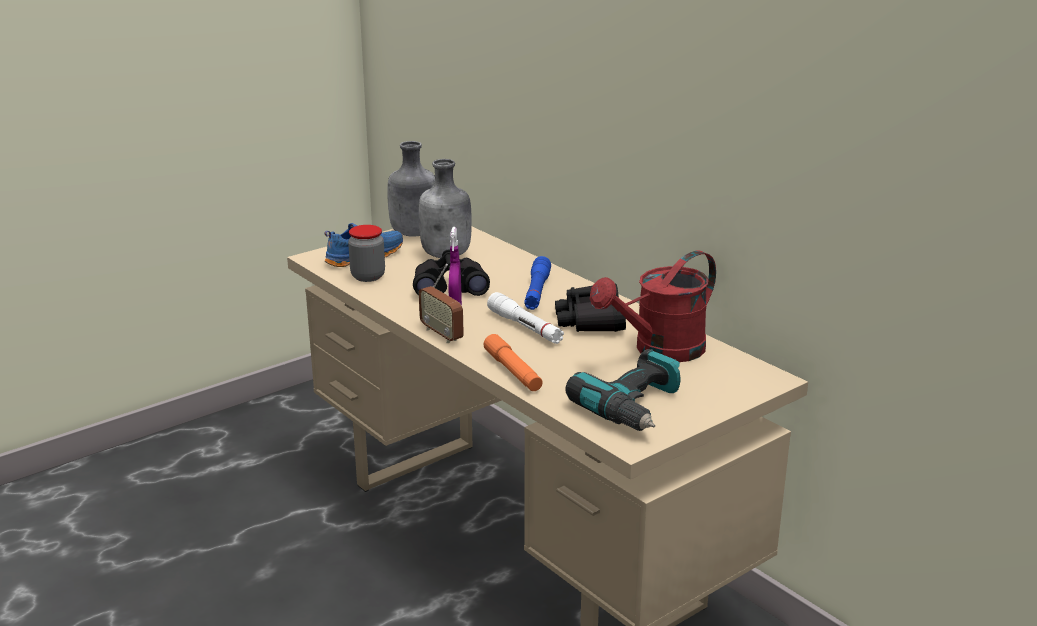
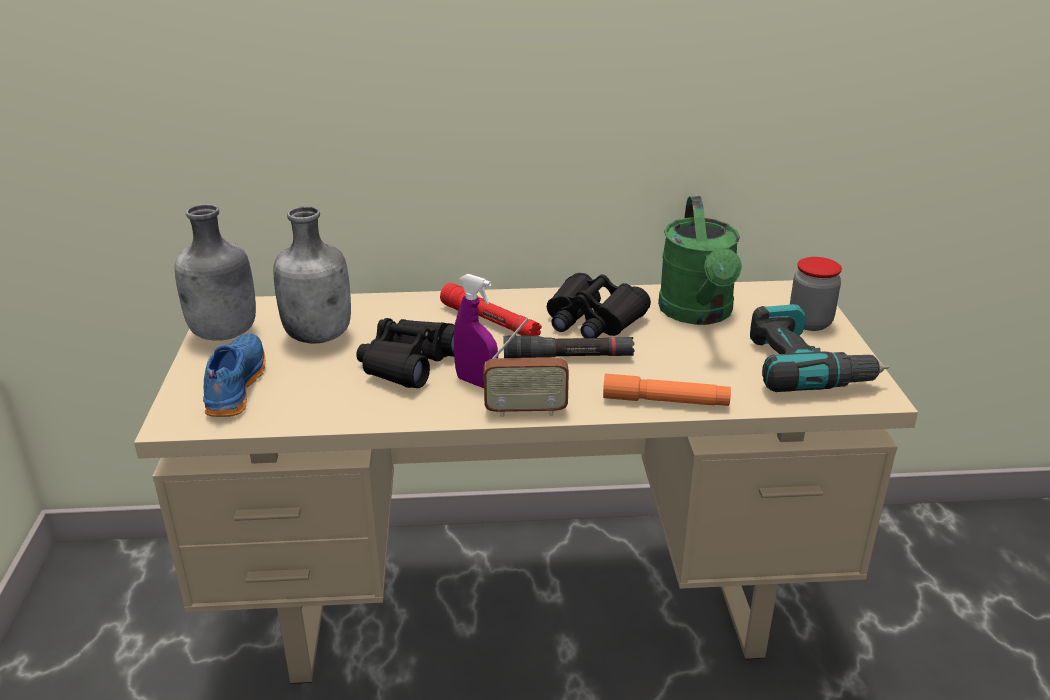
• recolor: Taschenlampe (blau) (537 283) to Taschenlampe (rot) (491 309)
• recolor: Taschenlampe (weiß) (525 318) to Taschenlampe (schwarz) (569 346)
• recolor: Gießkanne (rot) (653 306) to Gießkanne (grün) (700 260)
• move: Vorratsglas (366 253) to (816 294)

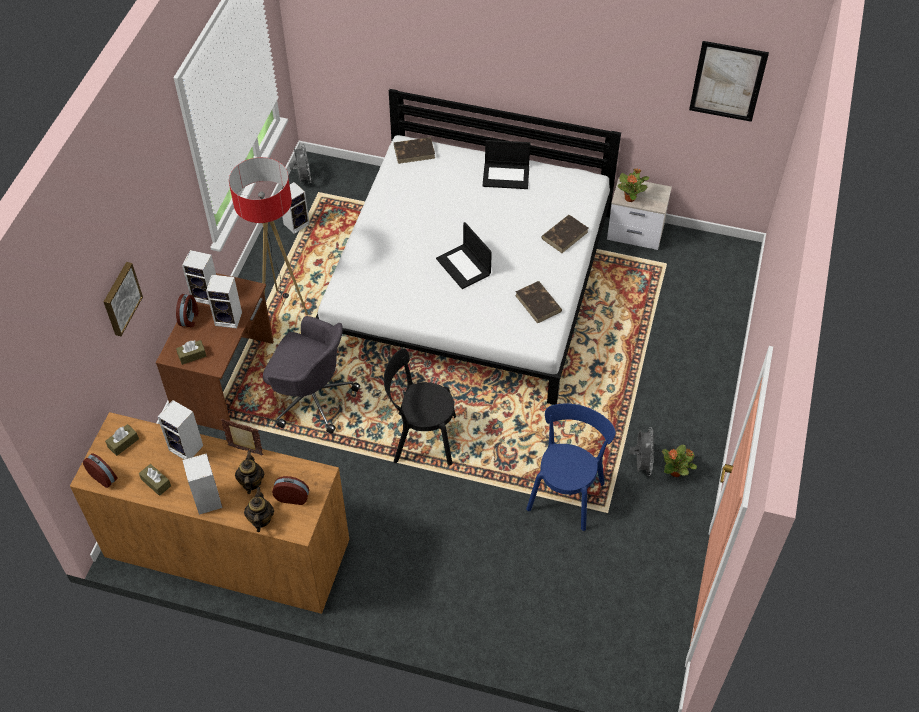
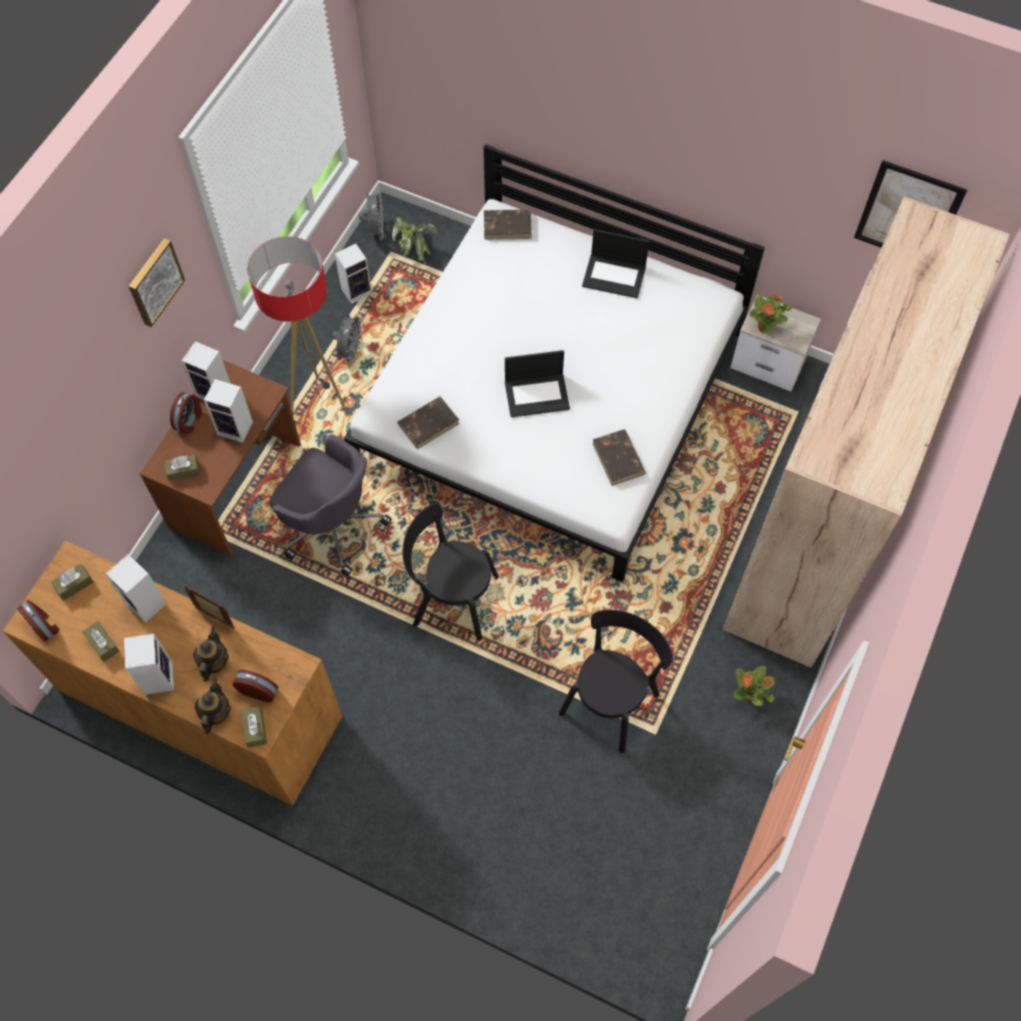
• move: Bild (123 299) to (157 282)
• insert: Taschentuchbox (braun) (254 727)
• move: Ventilator (grau) (641 451) to (348 339)
• insert: Topfpflanze (415 240)
• move: Buch (braun) (564 234) to (428 422)
• rotate: Laptop (464 255) = (537 383) 75 degrees counterclockwise
• recolor: Stuhl (blau) (571 467) to Stuhl (schwarz) (616 681)
• insert: Kleiderschrank (beige) (866 432)

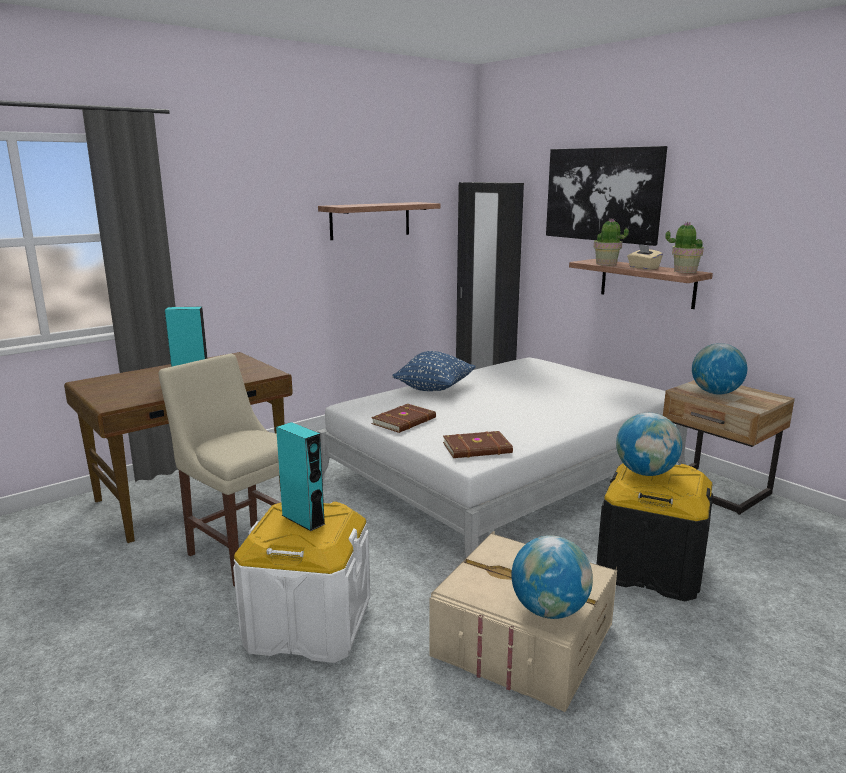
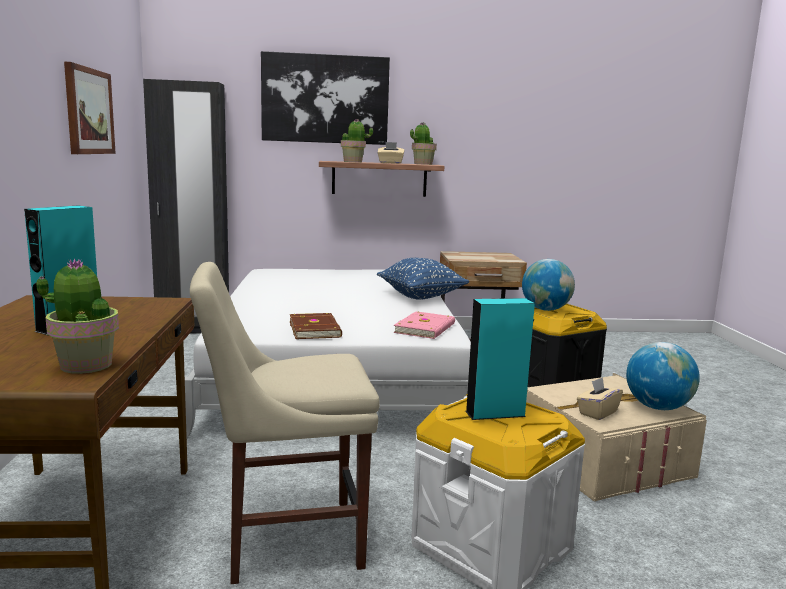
• insert: Topfpflanze (77 316)
• replace: Wandregal (379 221) to Bild (90 108)
• move: Kissen (blau) (434 371) to (423 279)
• recolor: Buch (braun) (478 444) to Buch (rosa) (424 325)
• insert: Taschentuchbox (beige) (600 398)
• delete: Globus (719 369)

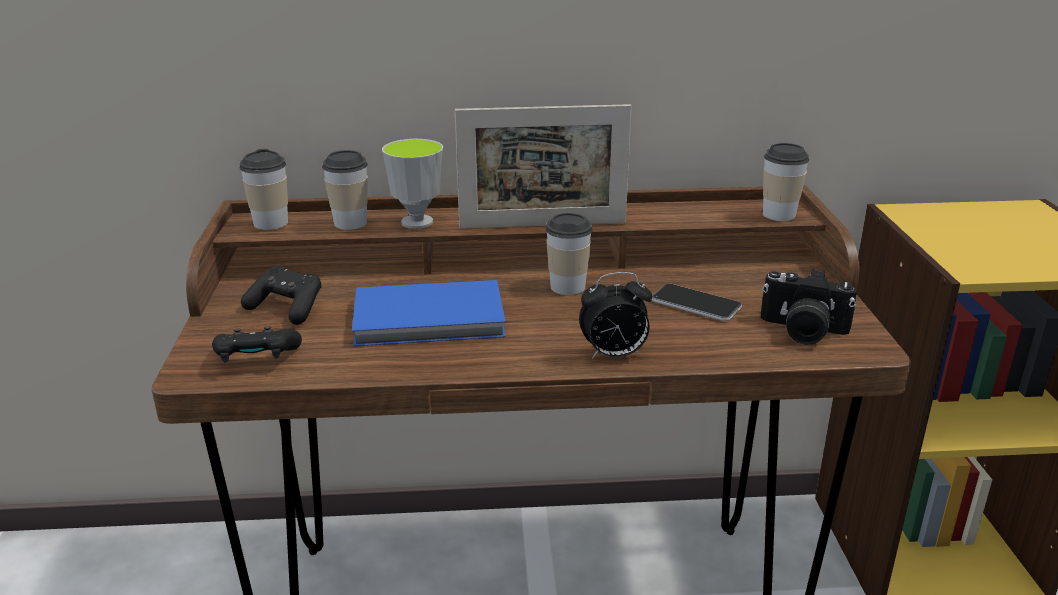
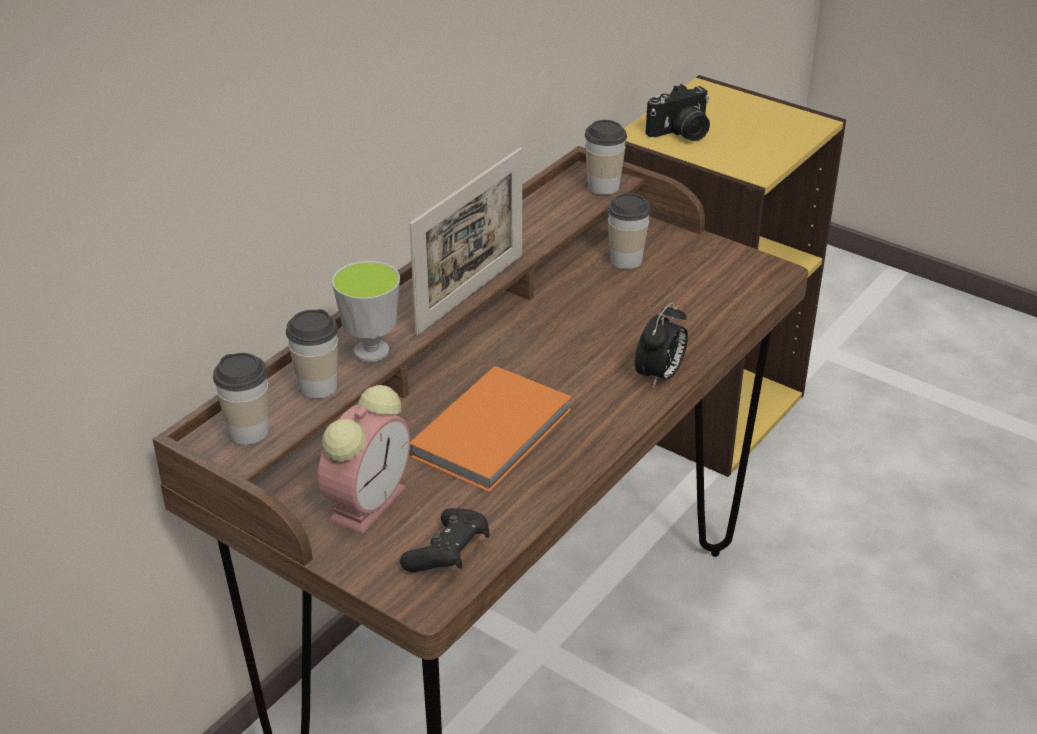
• replace: Gamepad (schwarz) (281 295) to Wecker (364 459)
• recolor: Buch (blau) (429 313) to Buch (orange) (490 429)
• move: Tasse (569 254) to (629 231)
• move: Kamera (809 307) to (678 112)
• delete: Handy (697 303)

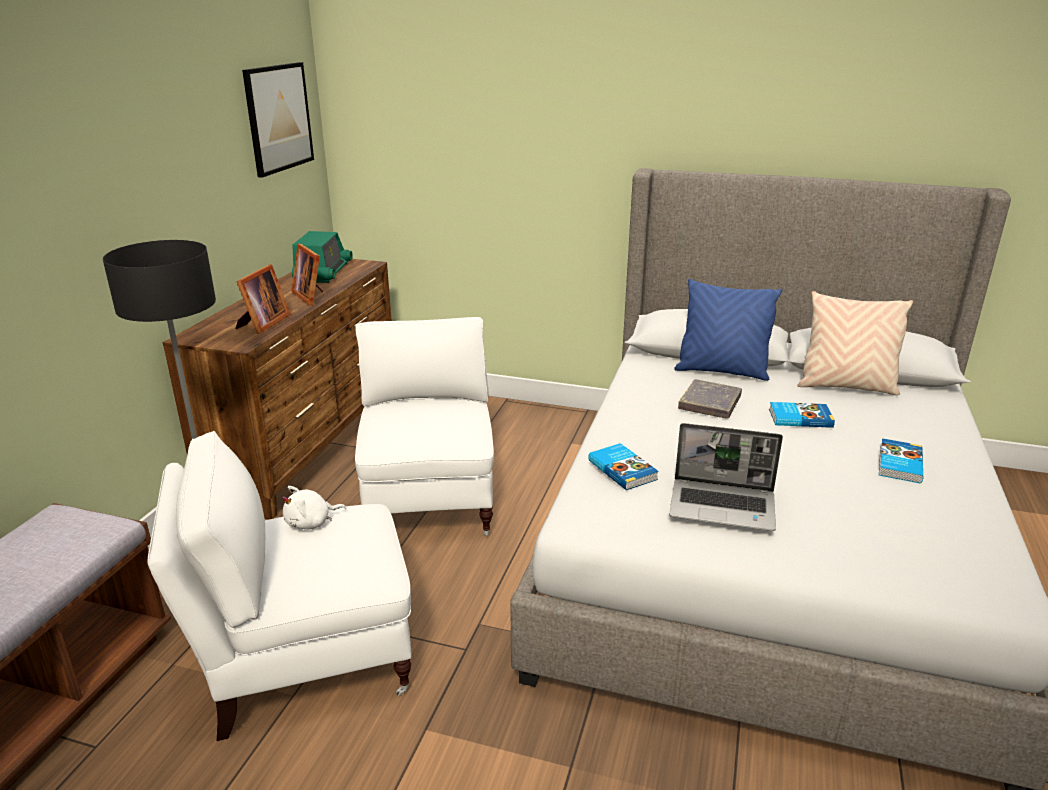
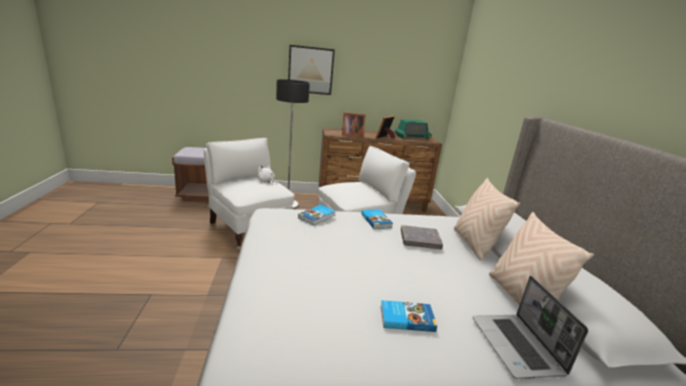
• move: Bild (278 120) to (311 70)
• move: Buch (802 415) to (377 219)
• recolor: Kissen (blau) (728 330) to Kissen (beige) (487 219)
• move: Laptop (726 477) to (530 327)

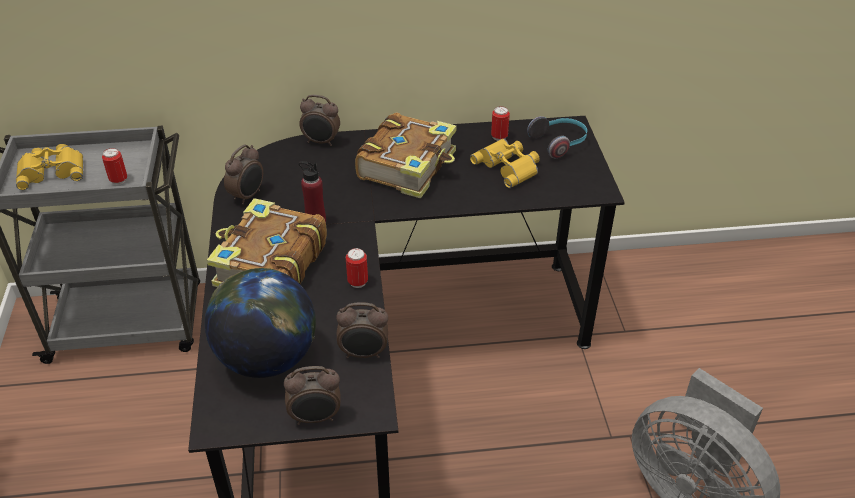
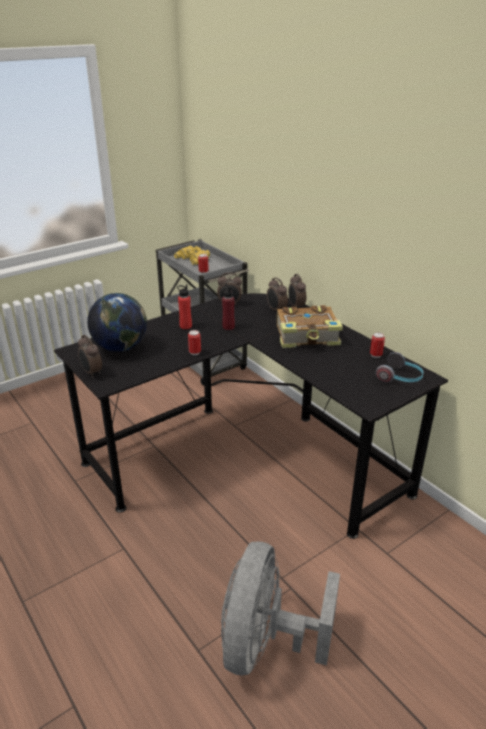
• replace: Buch (267 242) to Flasche (rot) (184 306)
• move: Wecker (362 330) to (277 294)
• delete: Fernglas (gelb) (505 163)

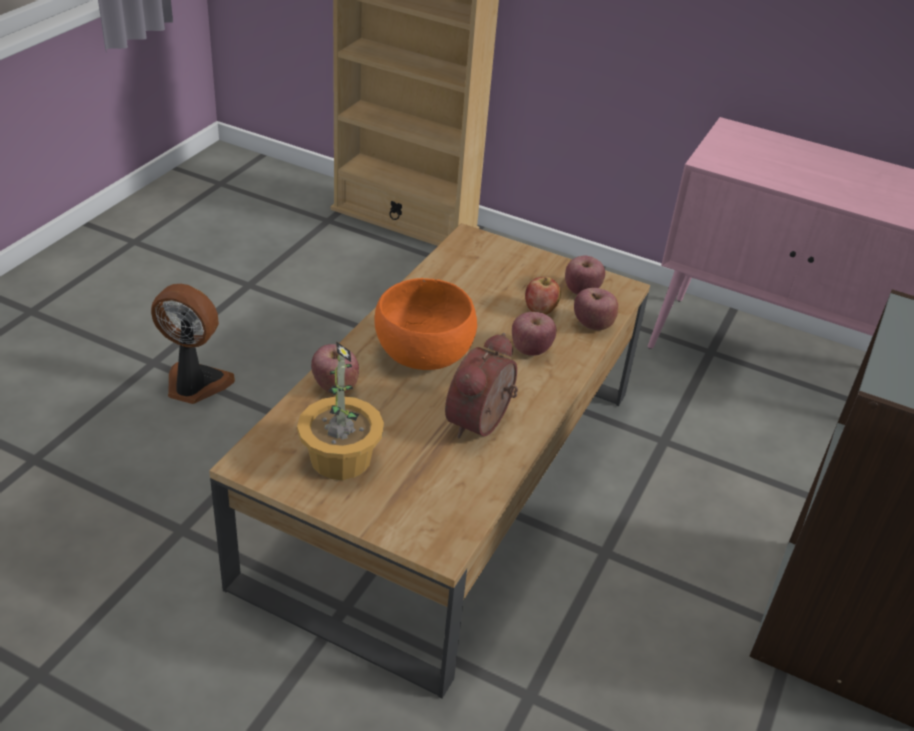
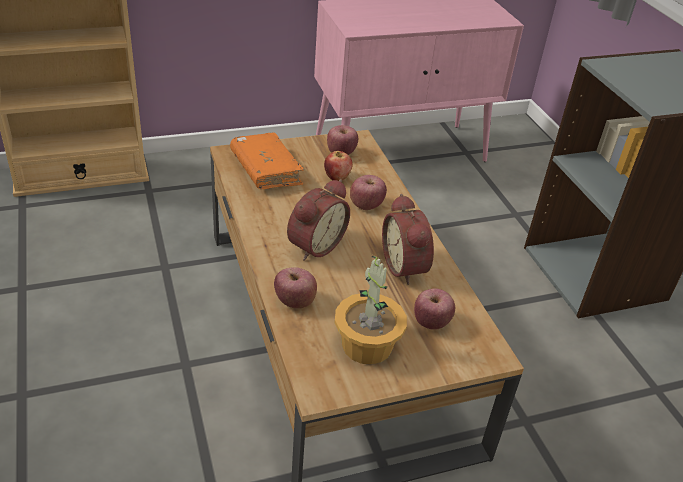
• insert: Buch (orange) (267 160)
• replace: Schüssel (orange) (426 324) to Wecker (318 220)
• move: Apfel (596 309) to (434 309)
• delete: Ventilator (193 344)

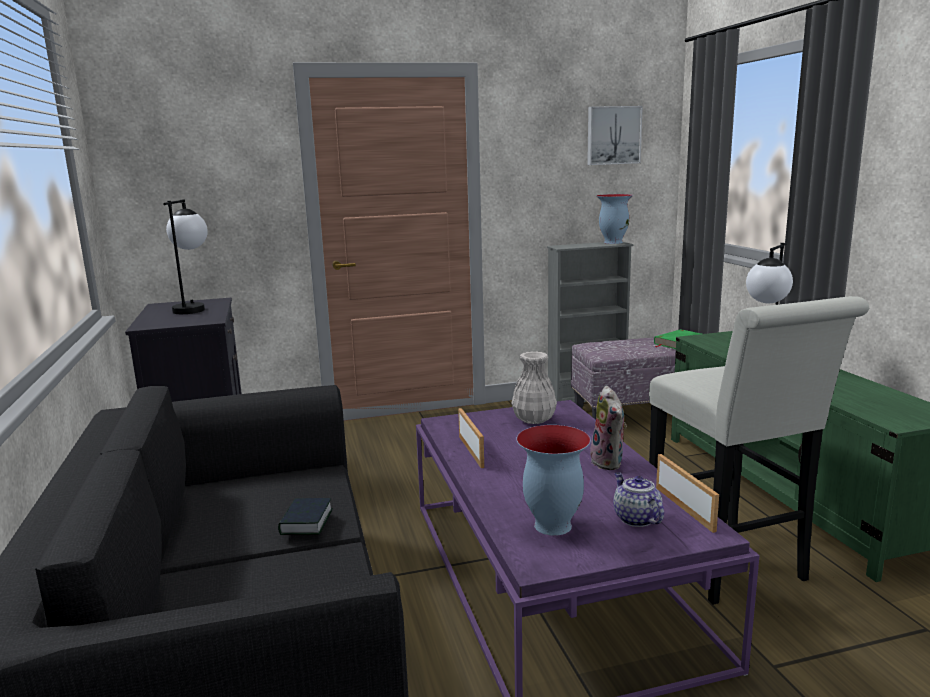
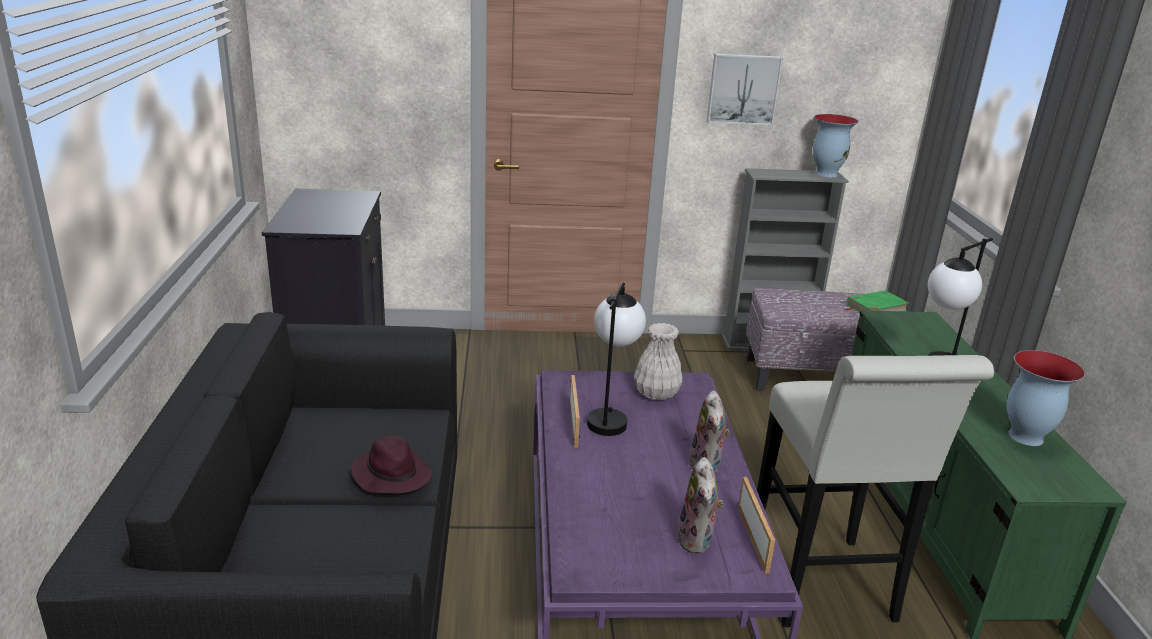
• replace: Buch (305 516) to Hut (lila) (391 465)
• move: Tischlampe (185 256) to (616 359)
• replace: Teekanne (638 499) to Plüschtier (700 505)
• move: Bild (615 135) to (745 89)
• move: Vase (553 480) to (1046 398)

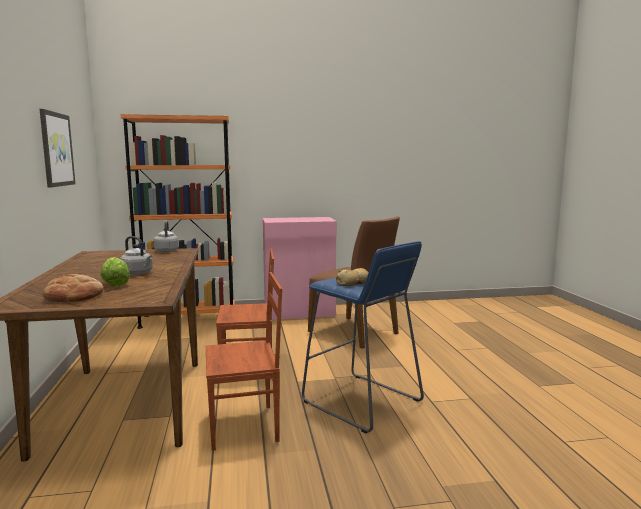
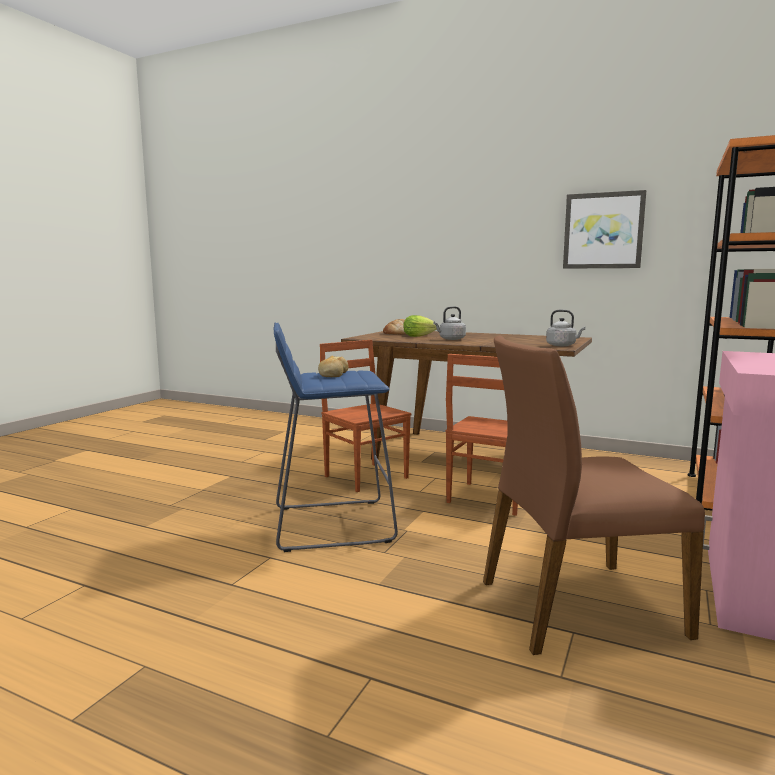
• rotate: Stuhl (braun) (244 361) = (365 416) 120 degrees clockwise

